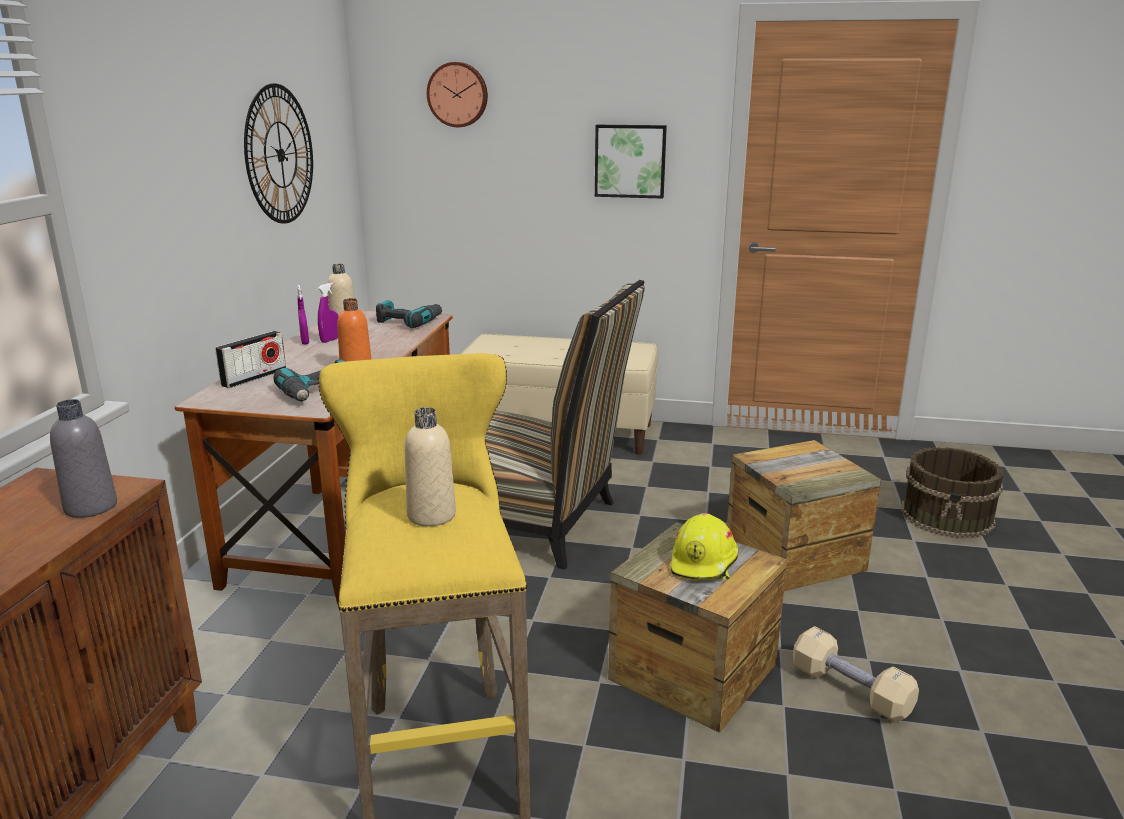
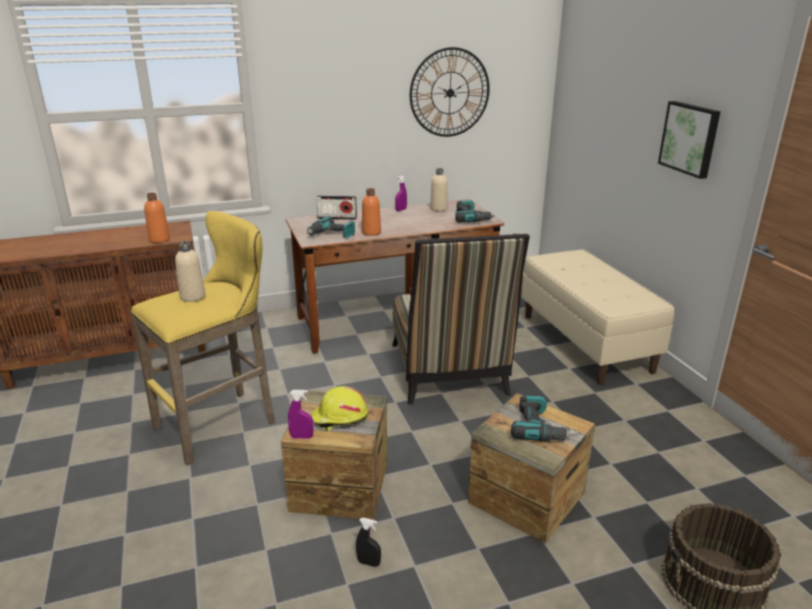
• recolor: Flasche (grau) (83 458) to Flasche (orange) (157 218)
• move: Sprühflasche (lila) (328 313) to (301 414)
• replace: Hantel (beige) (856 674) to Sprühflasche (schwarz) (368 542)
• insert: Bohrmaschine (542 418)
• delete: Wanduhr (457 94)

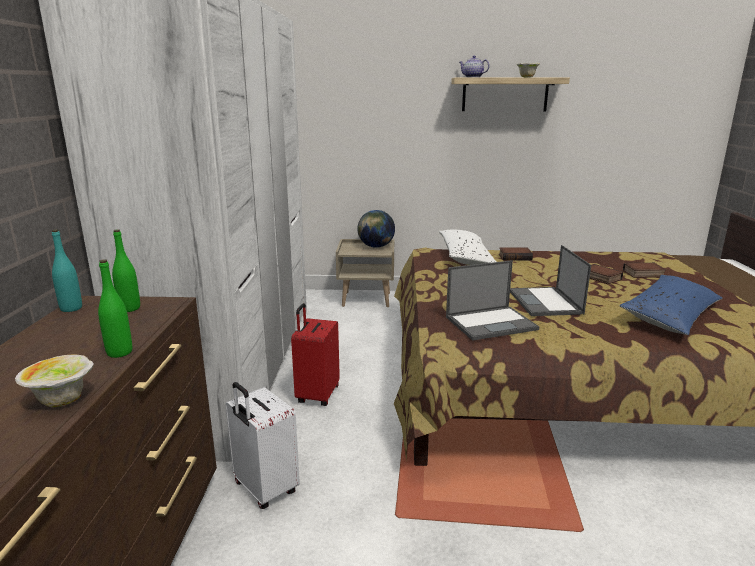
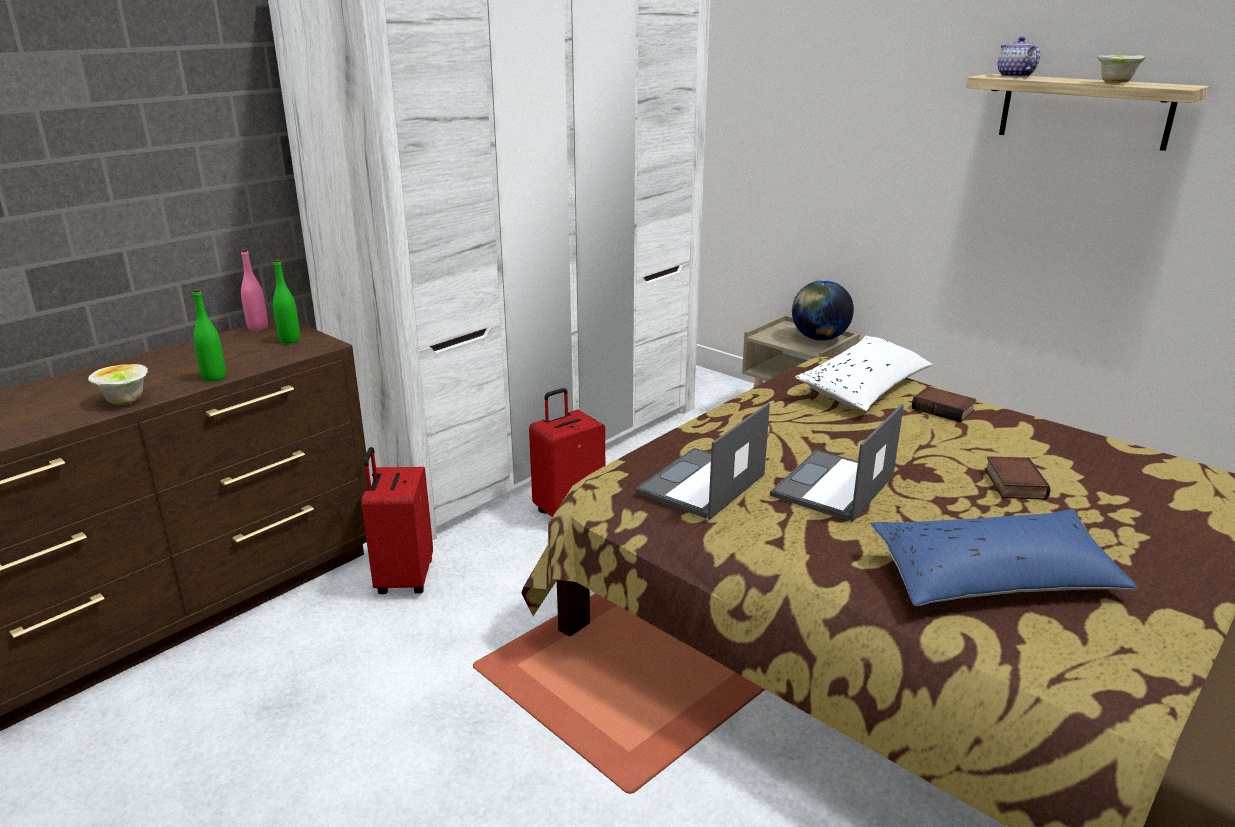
• recolor: Flasche (türkis) (67 270) to Flasche (rosa) (254 290)
• recolor: Koffer (weiß) (262 445) to Koffer (rot) (397 520)
• rotate: Laptop (492 300) = (703 461) 105 degrees clockwise
• delete: Buch (644 270)

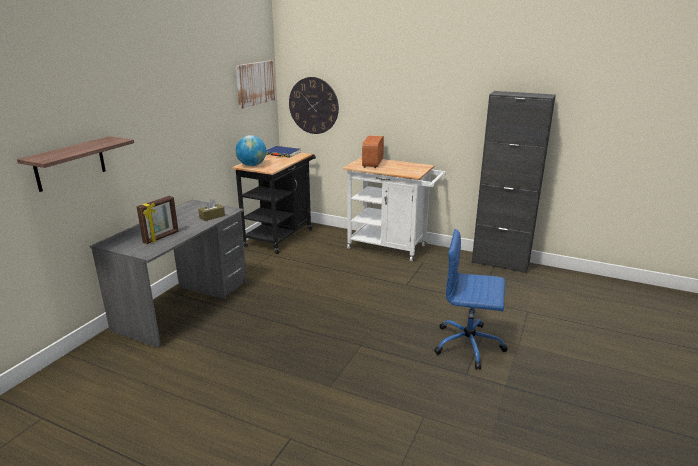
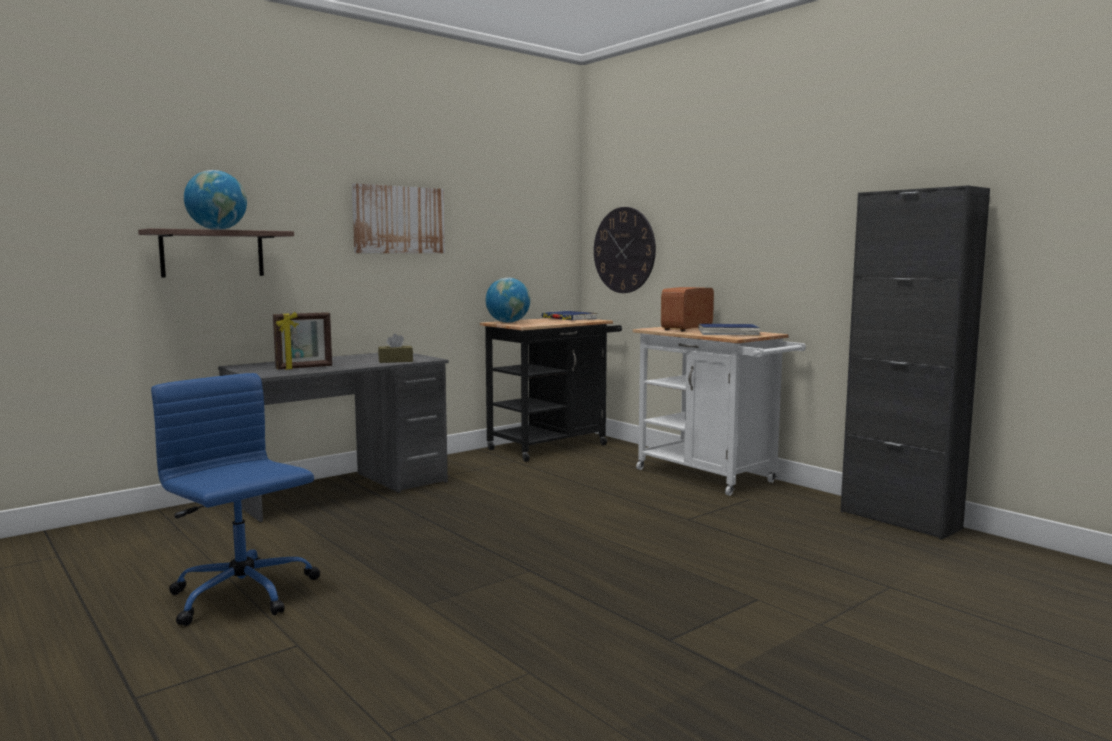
• move: Bürostuhl (blau) (471 299) to (235 499)
• insert: Globus (215 200)
• move: Bild (256 84) to (398 218)
• insert: Buch (blau) (729 329)

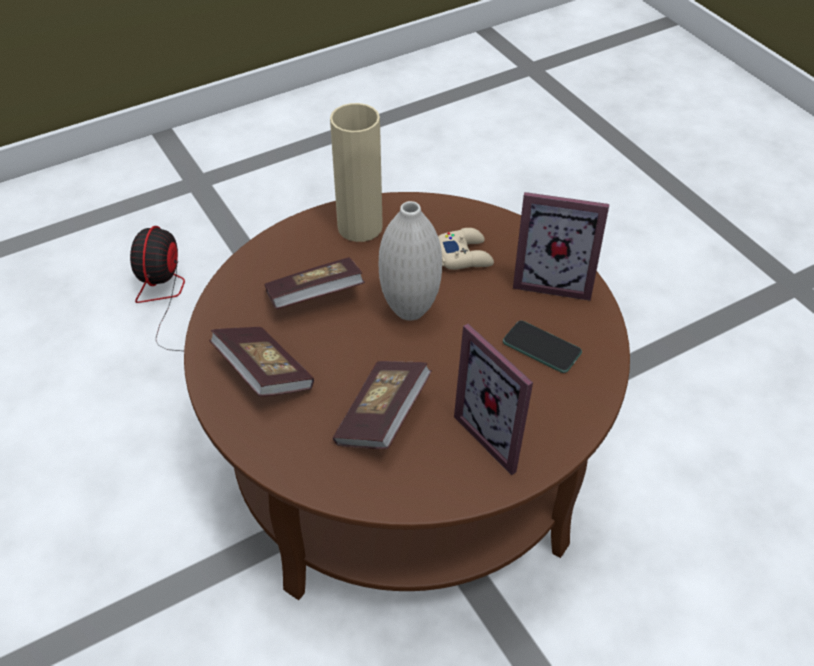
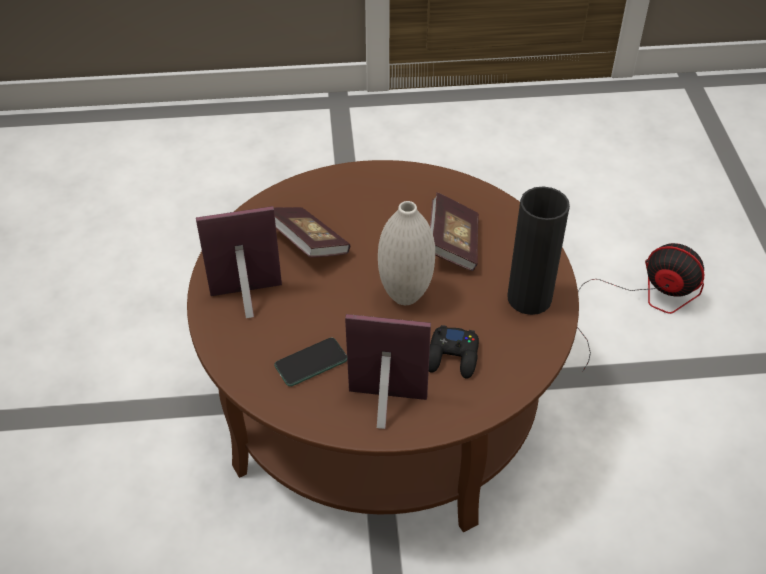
• rotate: Bilderrahmen (561 246) = (388 371) 60 degrees clockwise
• recolor: Gamepad (beige) (466 249) to Gamepad (schwarz) (454 352)
• recolor: Vase (beige) (356 172) to Vase (schwarz) (538 250)
• delete: Buch (261 362)

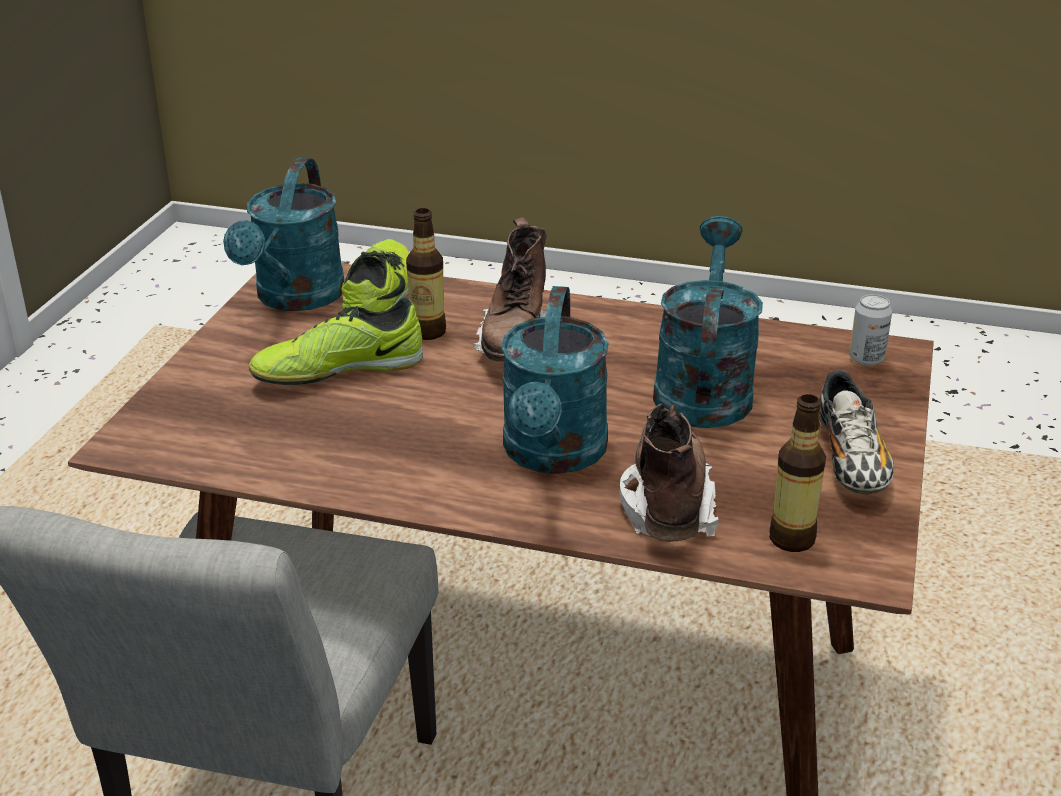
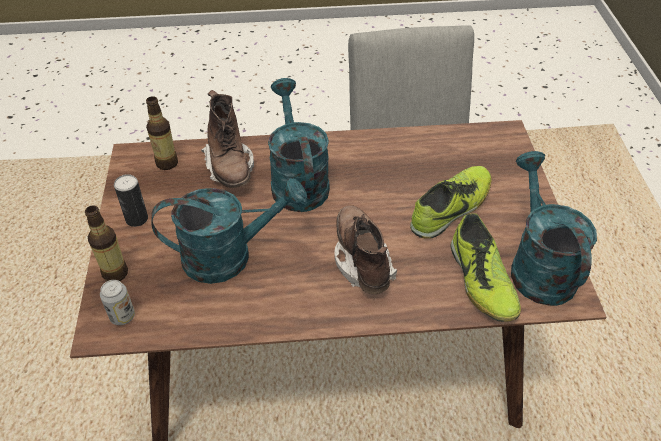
• move: Flasche (426 274) to (106 243)
• replace: Schuh (856 432) to Dose (131 200)
• rotate: Gießkanne (türkis) (708 322) = (229 231) 90 degrees counterclockwise

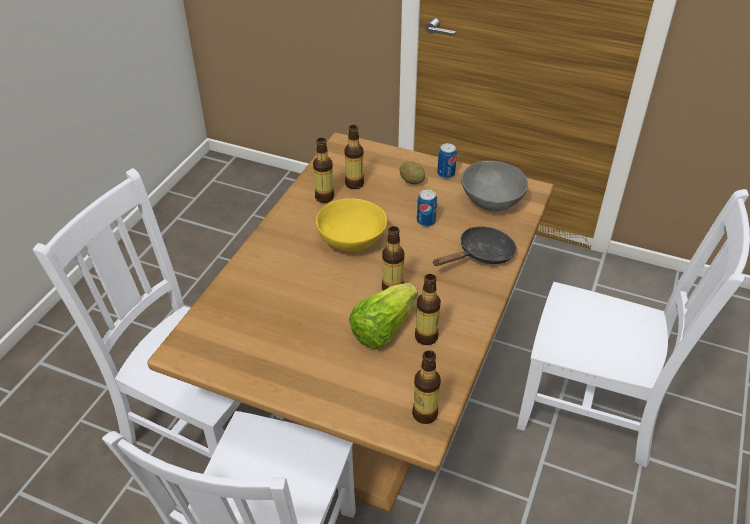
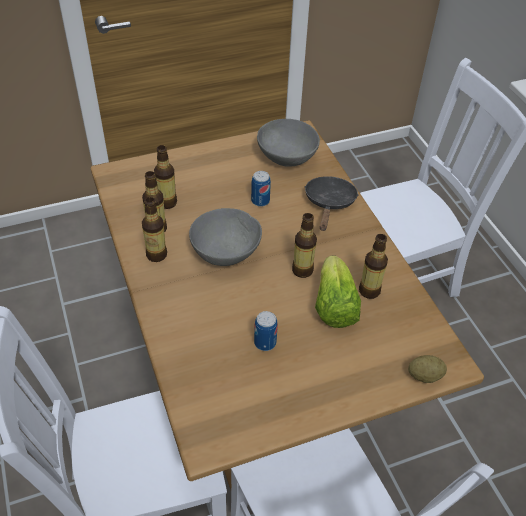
• move: Flasche (426 387) to (154 229)
• recolor: Schüssel (gelb) (351 225) to Schüssel (grau) (225 237)
• move: Dose (447 161) to (266 331)
• move: Kartoffel (412 172) to (427 369)

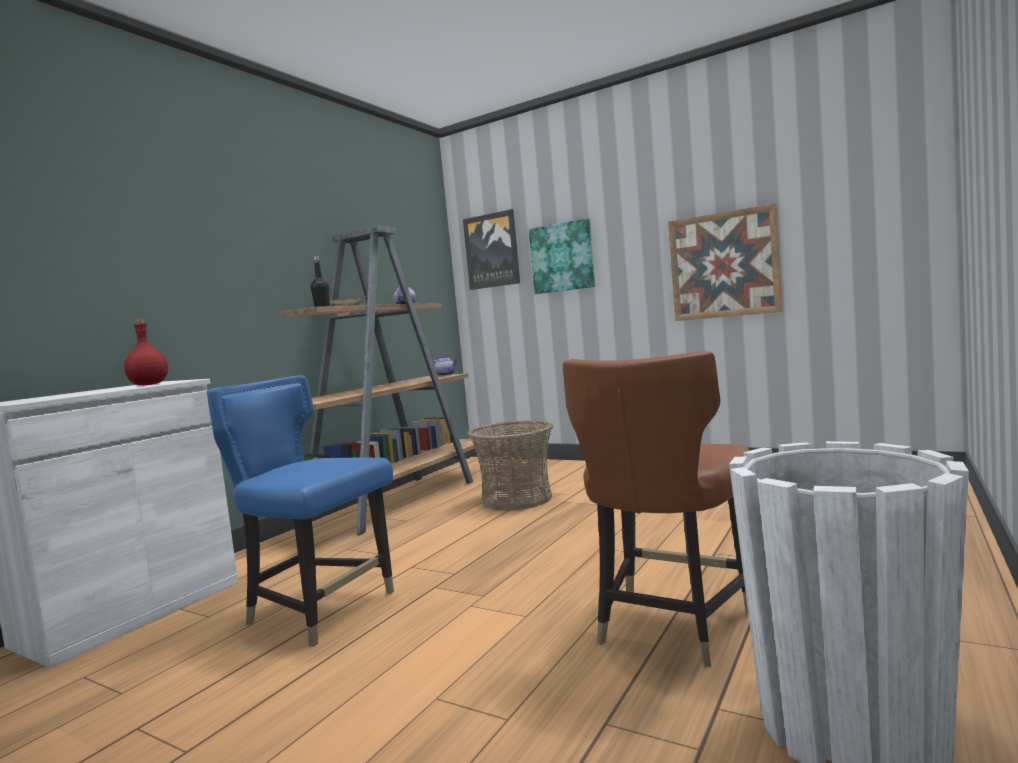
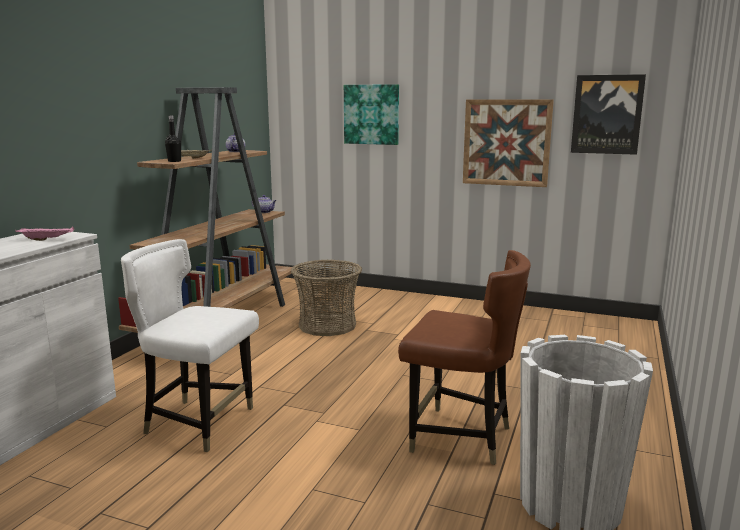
• replace: Flasche (rot) (146 351) to Tablett (rosa) (44 234)
• recolor: Stuhl (blau) (300 511) to Stuhl (weiß) (190 345)
• rotate: Stuhl (braun) (656 509) = (464 357) 90 degrees counterclockwise
• move: Bild (491 249) to (608 114)

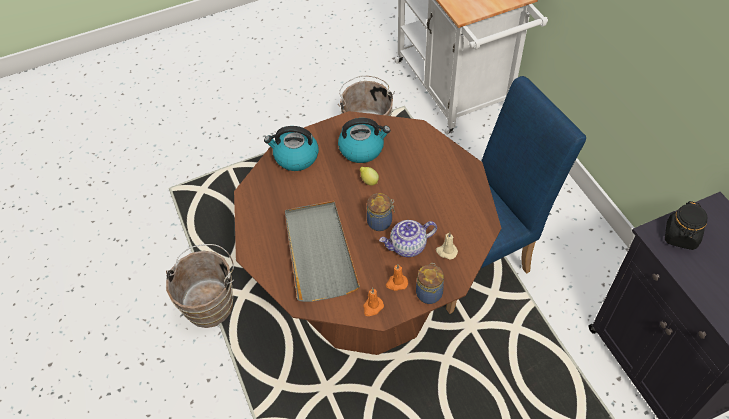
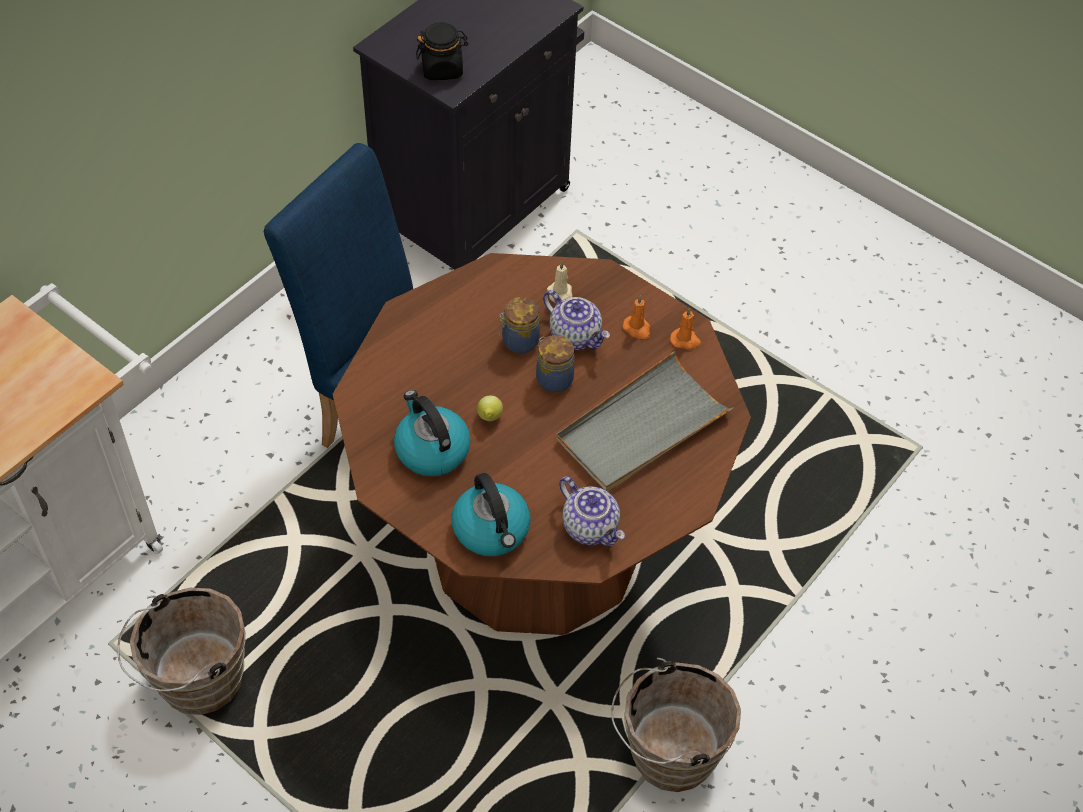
• move: Vorratsglas (430 283) to (519 325)
• insert: Teekanne (592 511)

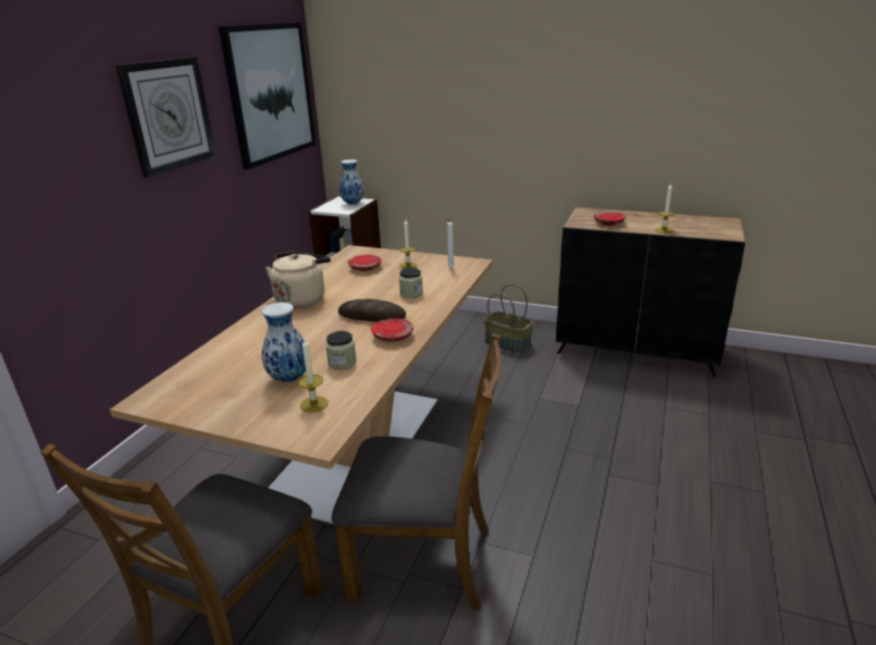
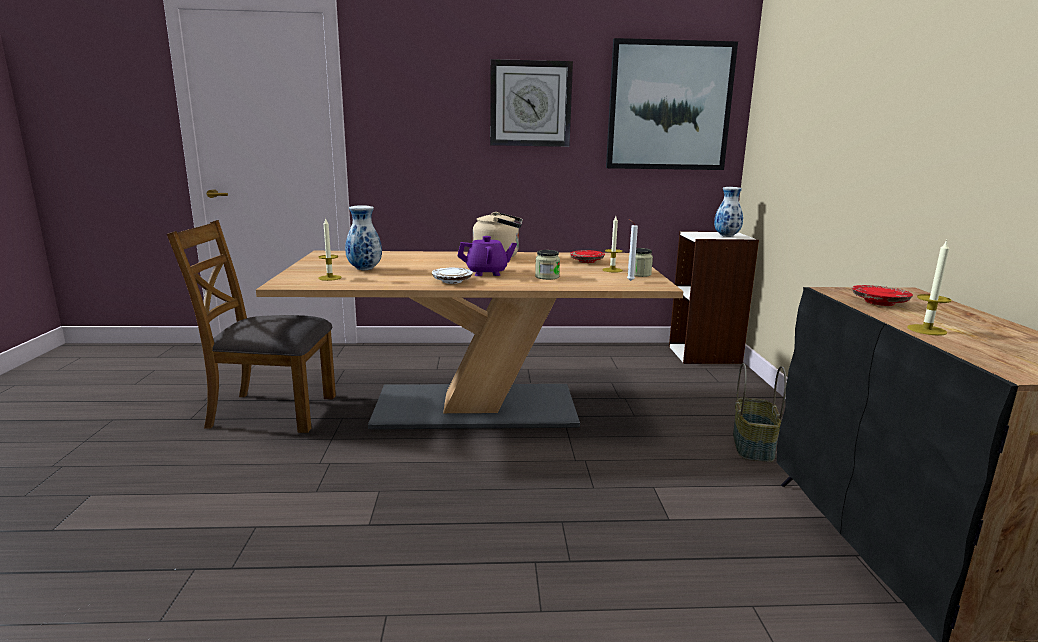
• recolor: Teller (rot) (392 330) to Teller (weiß) (452 276)
• replace: Brot (372 310) to Teekanne (lila) (487 256)
• move: Vorratsglas (341 350) to (640 262)
• delete: Stuhl (braun) (416 471)

